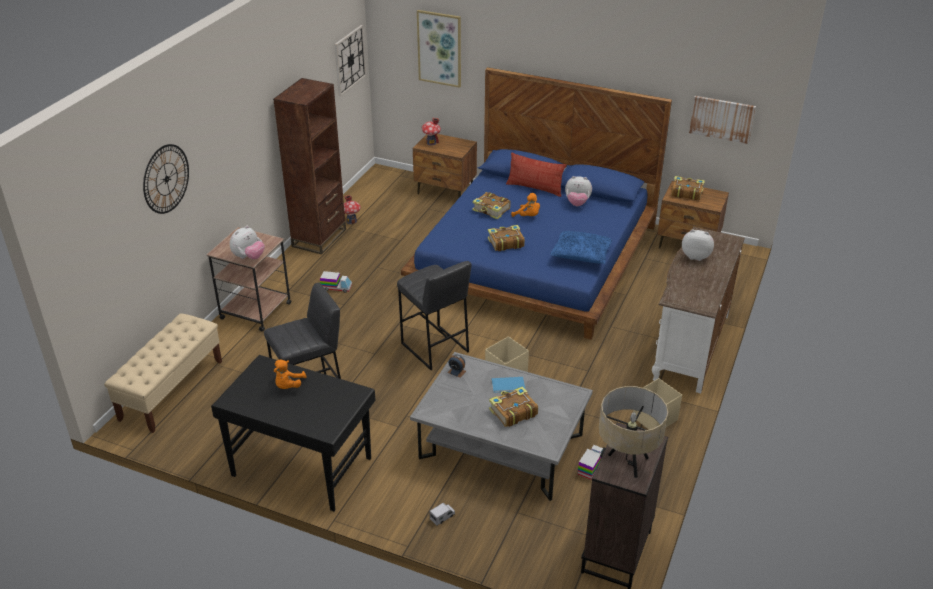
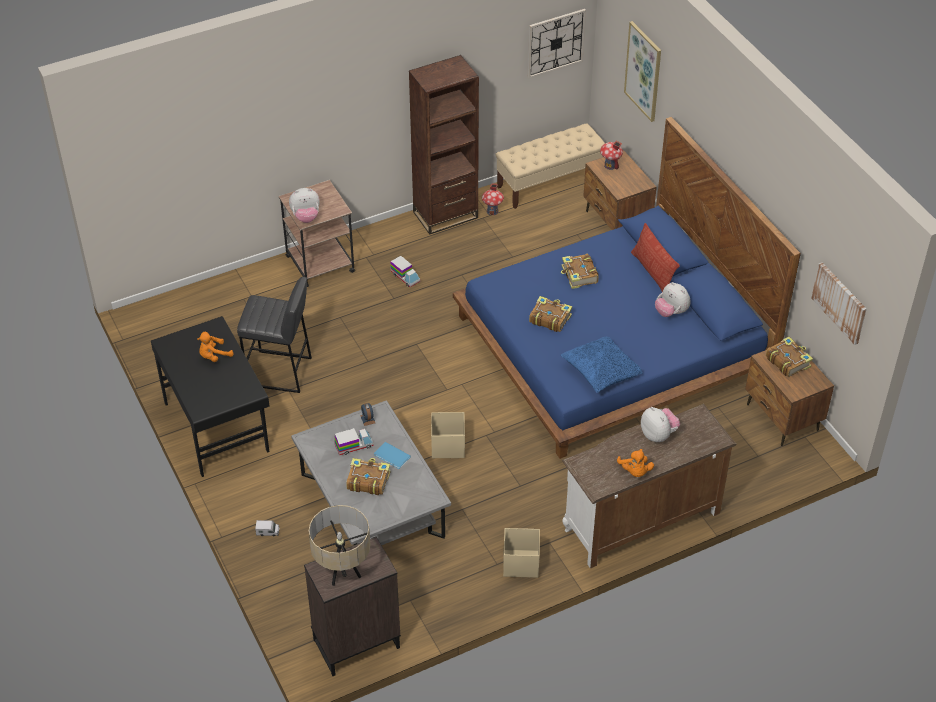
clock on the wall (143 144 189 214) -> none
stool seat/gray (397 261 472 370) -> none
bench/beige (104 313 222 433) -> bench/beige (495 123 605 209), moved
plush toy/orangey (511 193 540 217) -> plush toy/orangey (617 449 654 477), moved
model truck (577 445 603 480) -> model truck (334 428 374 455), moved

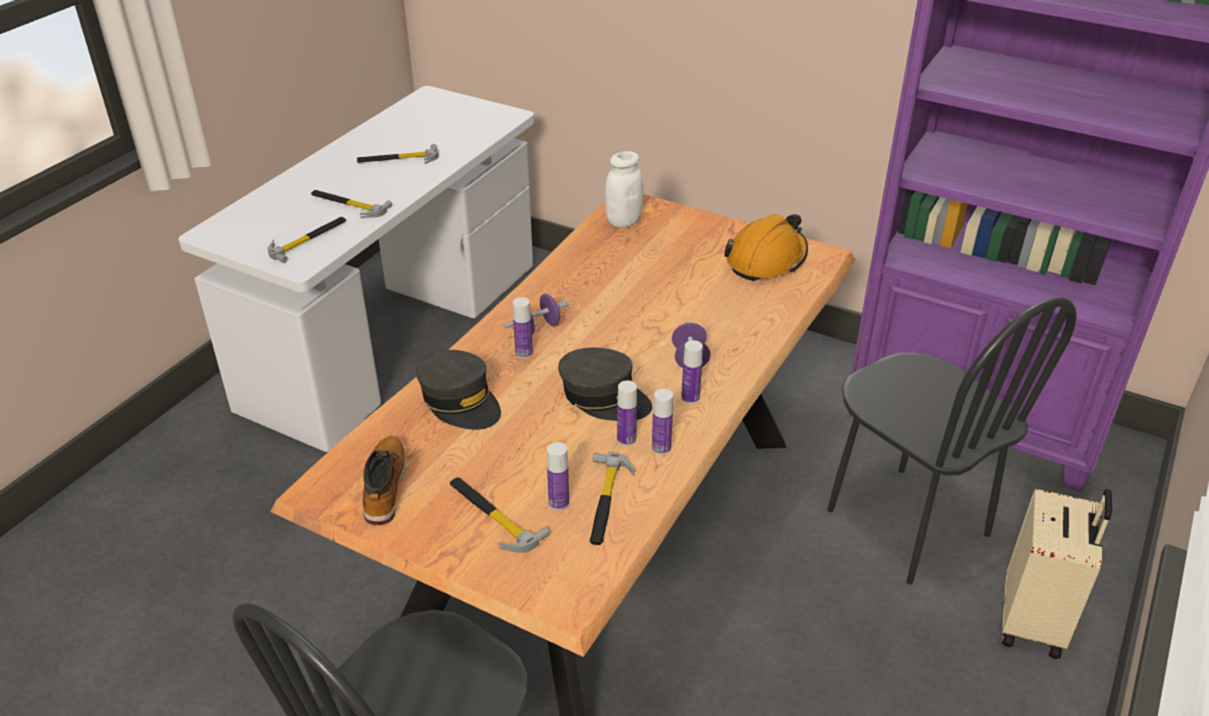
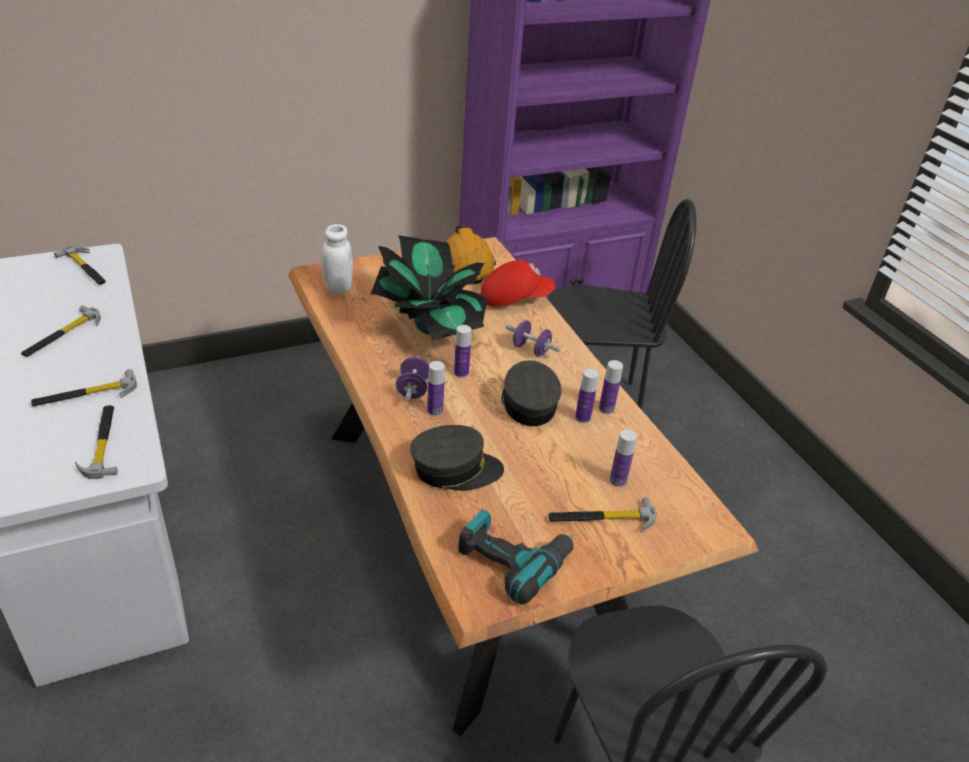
piece of luggage/beige (1002 488 1112 659) -> none
none -> potted plant (370 235 488 341)
none -> cap/red-coloured (481 260 555 307)
hand hammer (589 452 635 545) -> hand hammer (54 246 106 285), moved
beverage bottle (681 340 703 404) -> beverage bottle (454 325 472 378), moved
high-top boot (362 436 406 525) -> electric drill (458 509 574 604)
cap/gray (558 348 652 421) -> cap/gray (502 360 561 426), 75 degrees counterclockwise

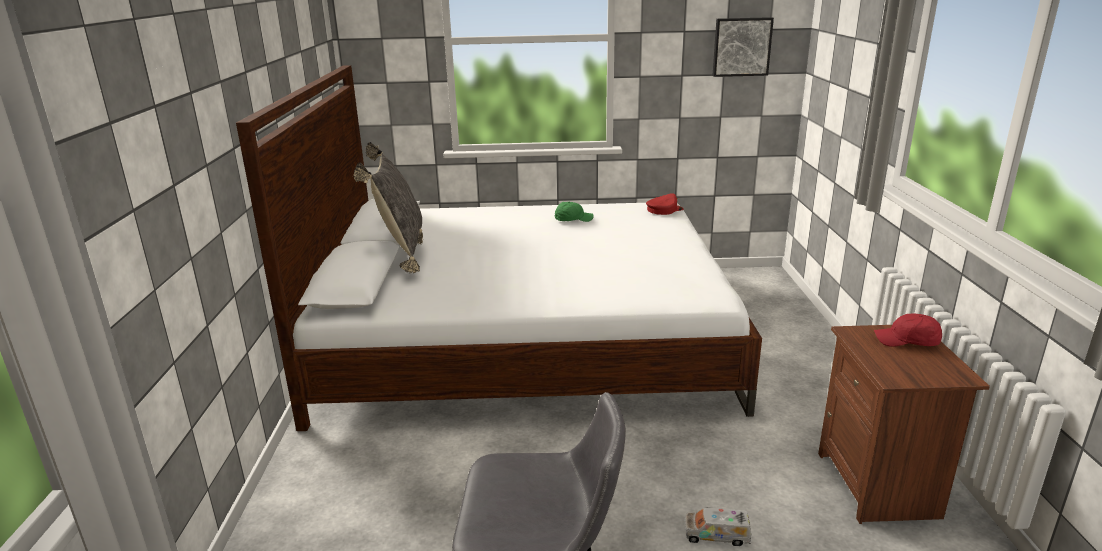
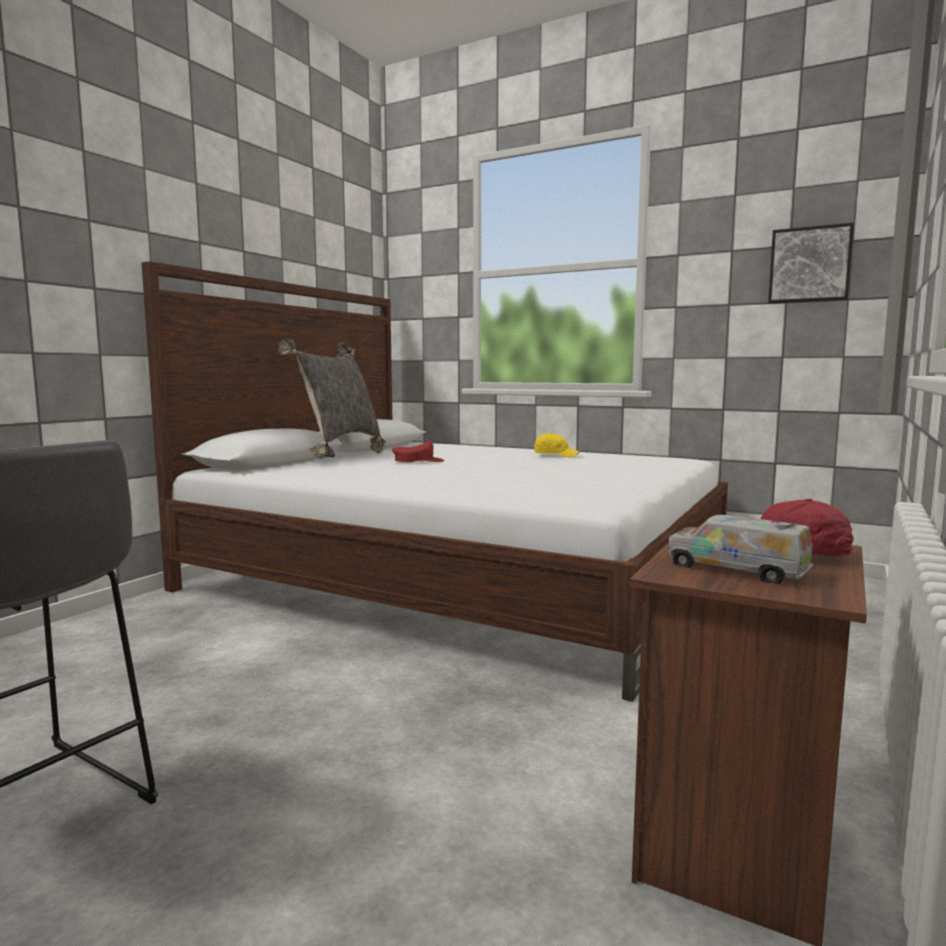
cap/red-coloured (646 193 684 215) -> cap/red-coloured (392 441 444 462), moved
model truck (684 508 751 546) -> model truck (668 515 813 584), moved
cap/greenish (554 202 594 222) -> cap/yellow-coloured (534 433 580 457)

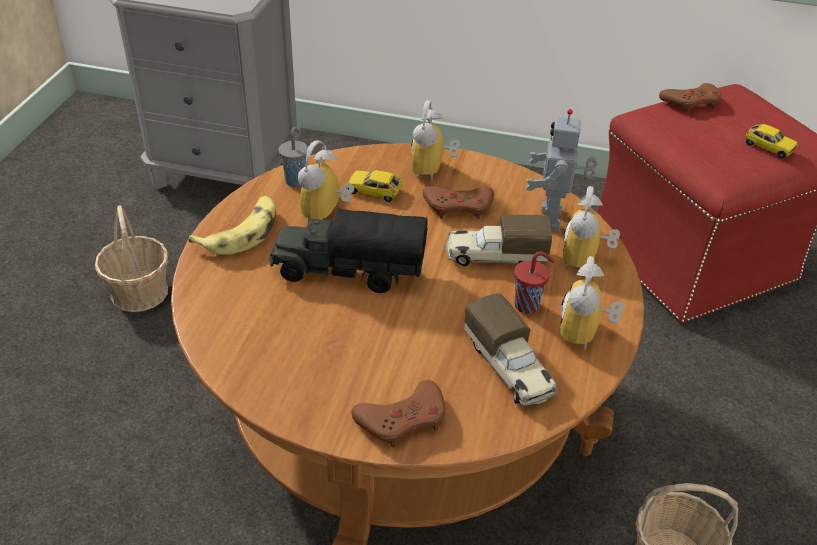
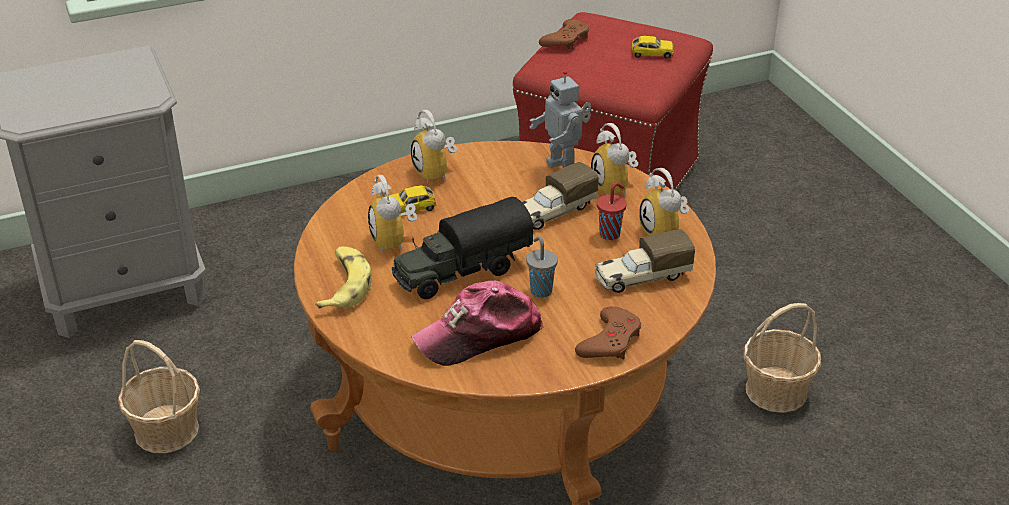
joypad/brown-coloured (423 186 494 219) -> none
none -> cap (411 281 544 366)
drinking cup/gray (278 127 308 187) -> drinking cup/gray (526 236 558 298), moved
model truck (464 293 557 406) -> model truck (595 229 695 293), 135 degrees clockwise

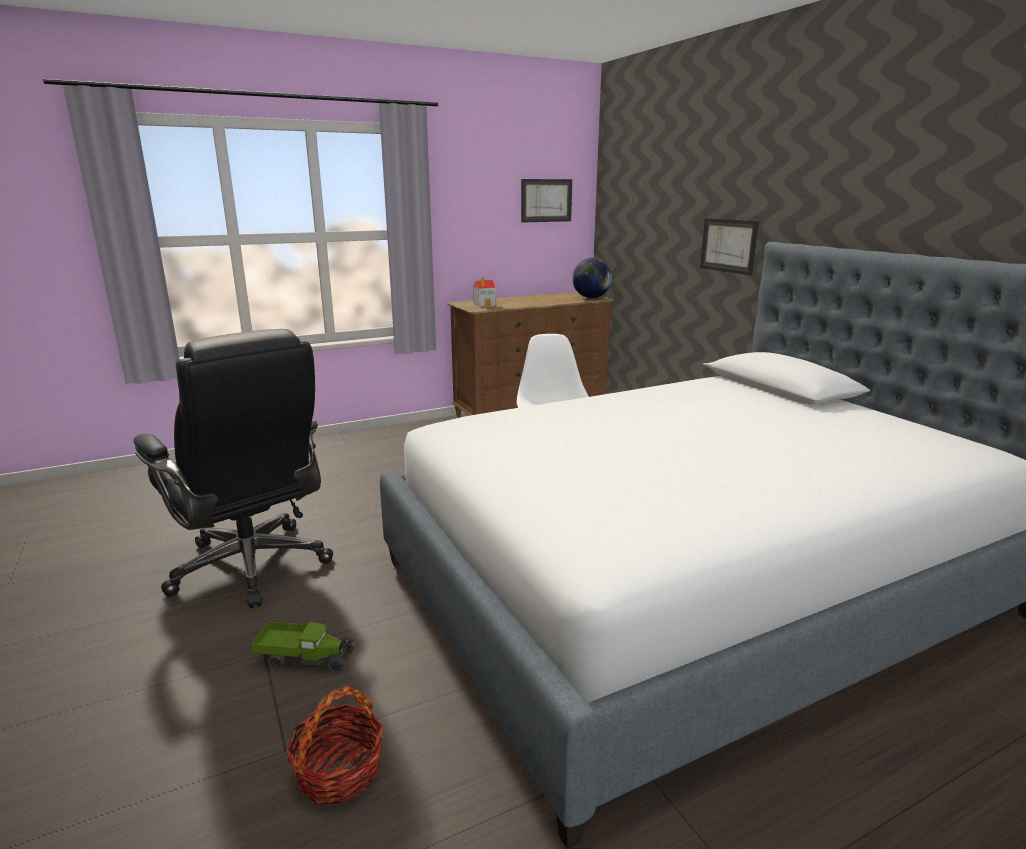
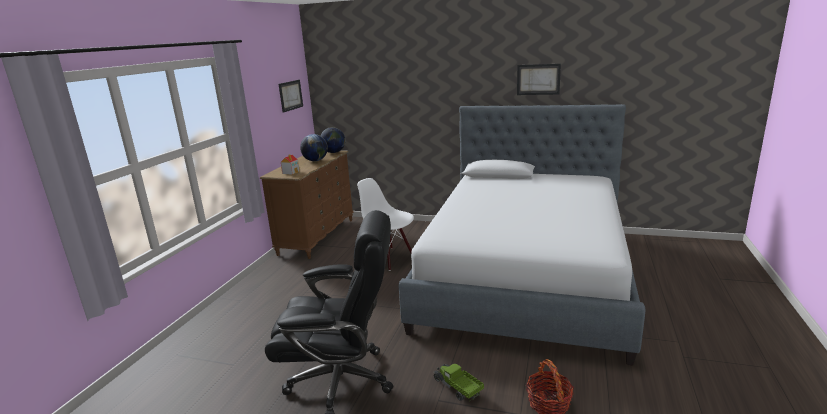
none -> desk globe (300 134 328 161)
picture (700 218 759 275) -> picture (517 64 561 95), moved
model truck (250 622 355 673) -> model truck (433 364 484 401), 90 degrees counterclockwise

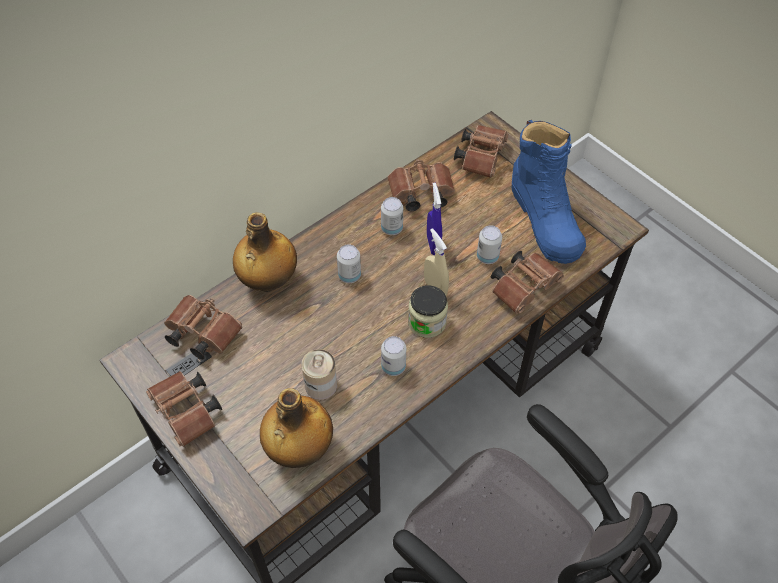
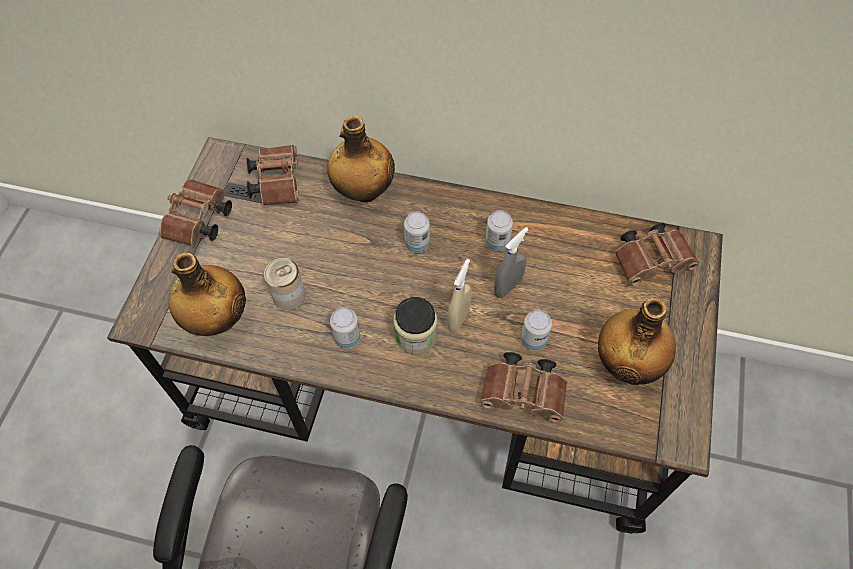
pair of binoculars/brown-coloured (387 159 455 211) -> none
high-top boot/blue-coloured (511 120 586 264) -> beverage bottle (598 298 676 385)
sprayer/blue-coloured (427 183 442 256) -> sprayer/gray (494 227 529 298)

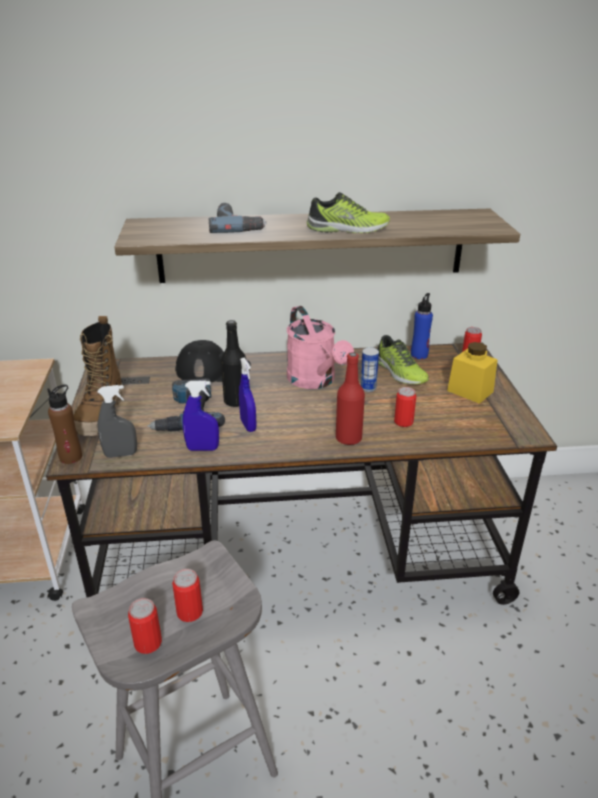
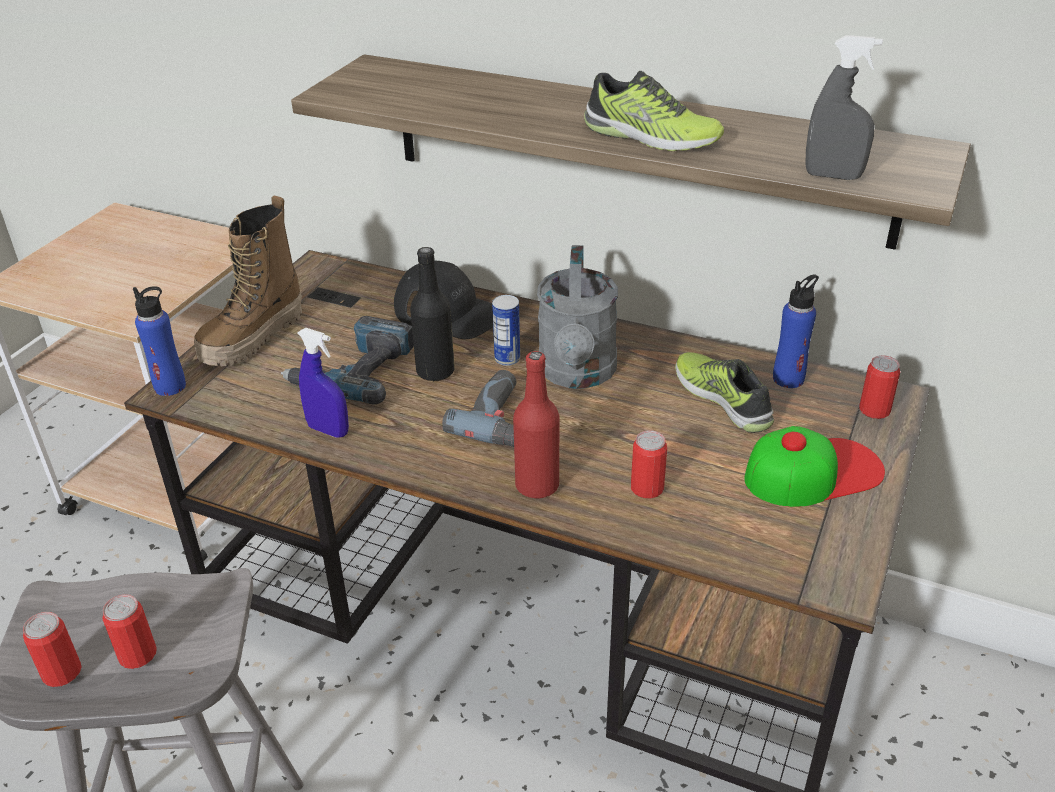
sprayer/blue-coloured (239 357 257 432) -> none
sprayer/gray (98 385 137 458) -> sprayer/gray (806 35 883 180), moved
electric drill (209 203 266 233) -> electric drill (442 370 516 447), moved
sealed can (360 347 379 392) -> sealed can (492 295 520 366), moved
jar/yellow-coloured (447 342 498 404) -> cap (744 426 885 507)
beverage bottle/brown-coloured (47 384 82 464) -> beverage bottle/blue-coloured (133 286 186 396)
sprinkling can/pink (287 306 354 389) -> sprinkling can/gray (537 245 618 389)
shoe (377 335 429 384) -> shoe (675 352 774 433), 150 degrees clockwise

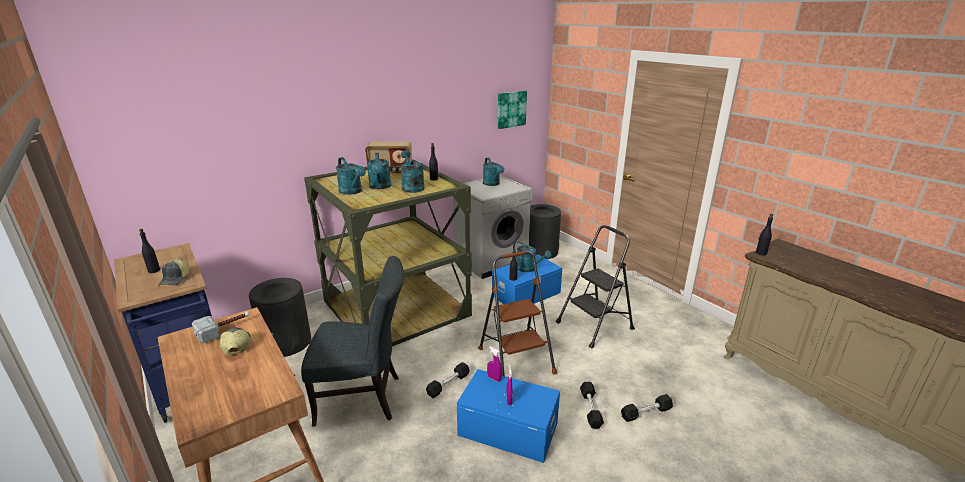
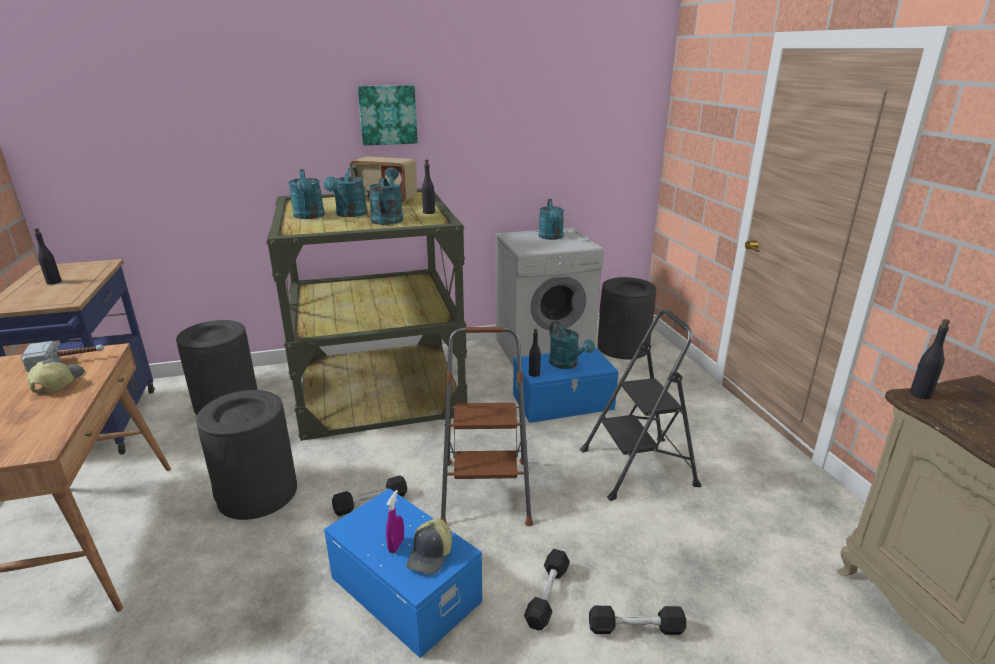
sprayer/purple (487 346 502 382) -> none
cap (158 259 190 286) -> cap (406 519 452 574), moved
picture (498 91 527 129) -> picture (357 85 418 145), moved
chair/gray (301 256 405 427) -> trash can/black-coloured (196 390 297 520)

